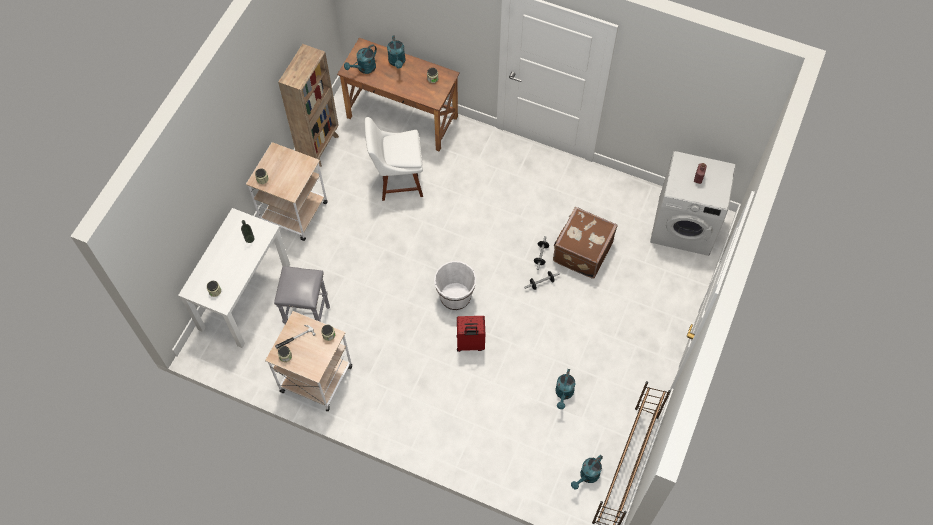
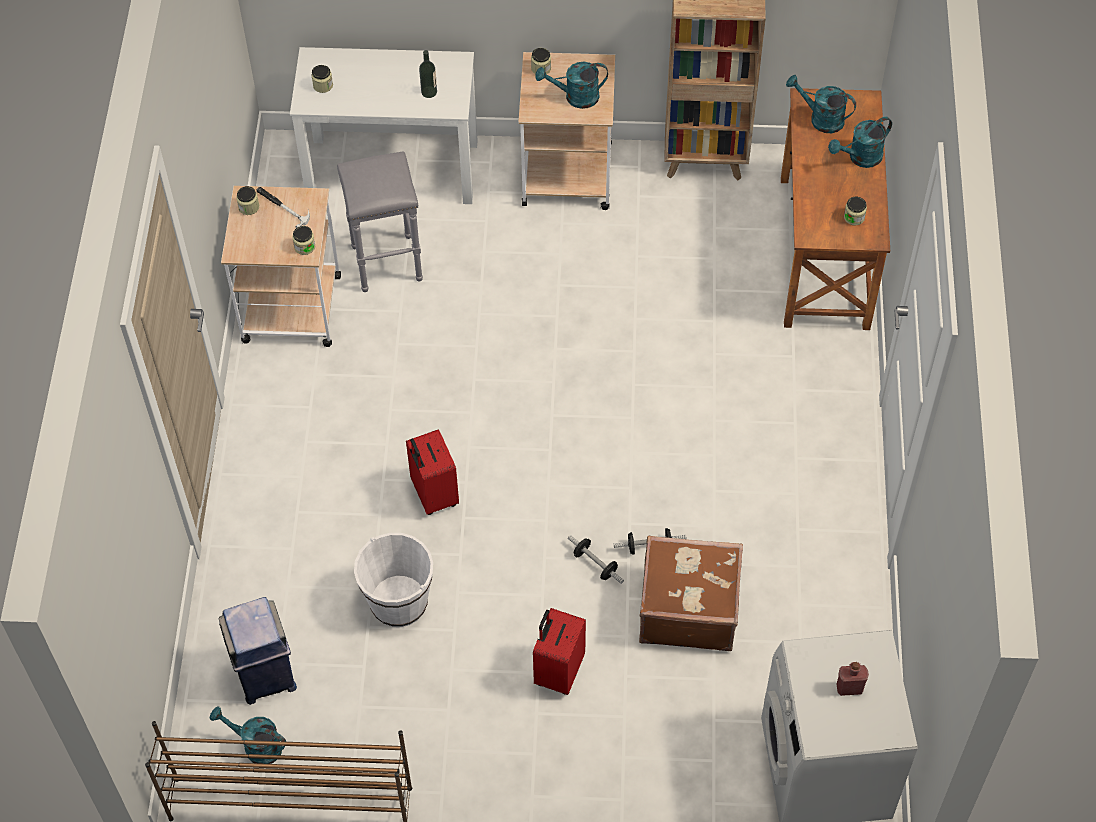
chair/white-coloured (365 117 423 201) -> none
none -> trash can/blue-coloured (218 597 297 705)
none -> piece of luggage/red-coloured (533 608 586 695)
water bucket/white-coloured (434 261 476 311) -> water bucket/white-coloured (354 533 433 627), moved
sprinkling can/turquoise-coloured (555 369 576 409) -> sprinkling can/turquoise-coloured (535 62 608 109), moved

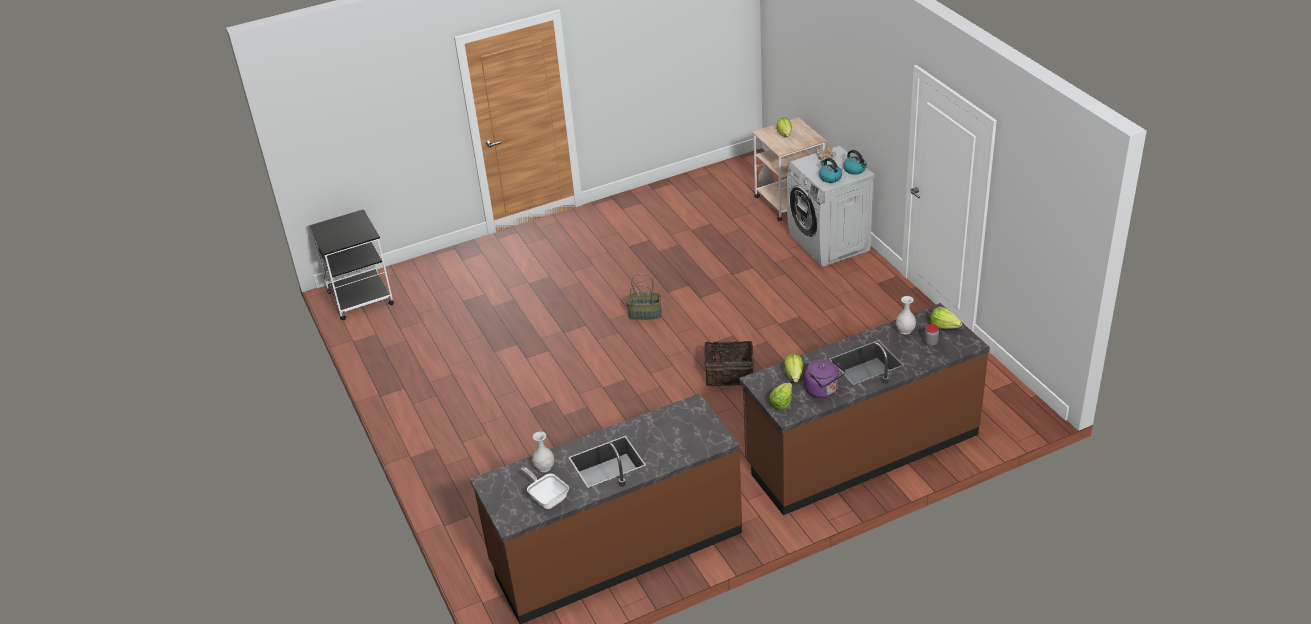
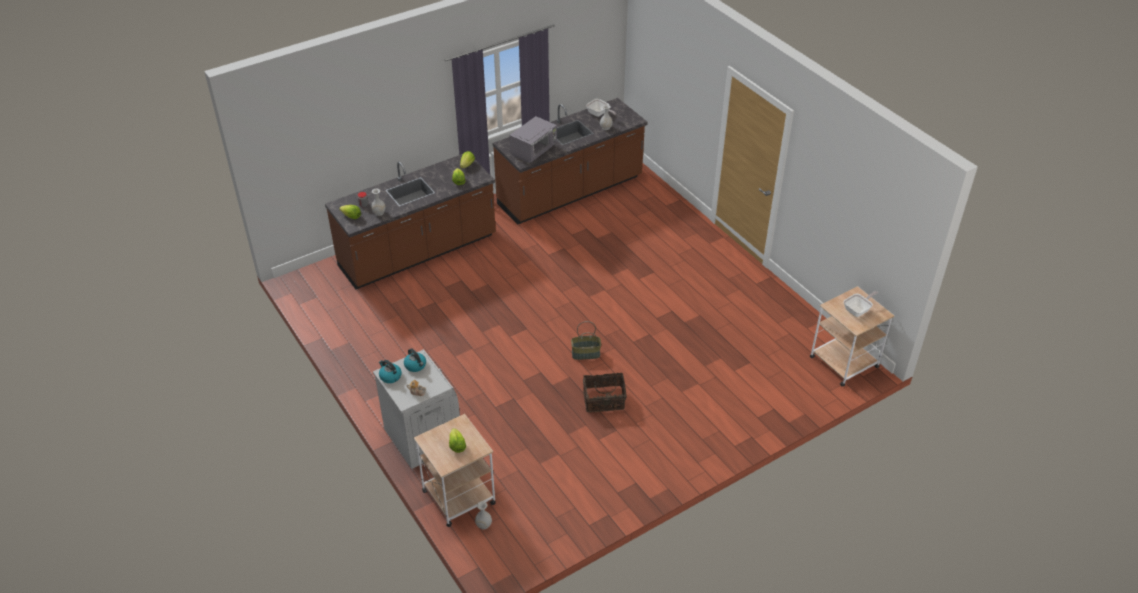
water kettle/purple (804 360 845 398) -> none
none -> microwave/gray (509 116 557 163)
none -> skillet (844 291 878 317)
basket (704 341 754 387) -> basket (583 372 627 412), moved
wheeled cart/black-coloured (309 209 394 320) -> wheeled cart/beige (810 286 894 387)

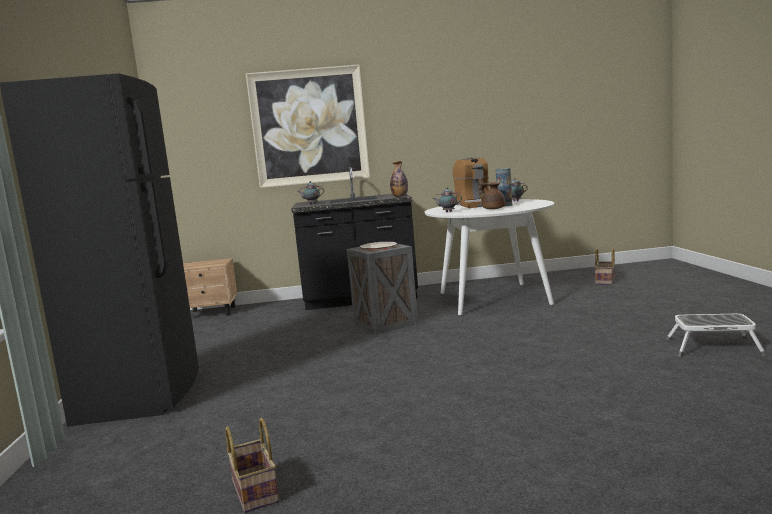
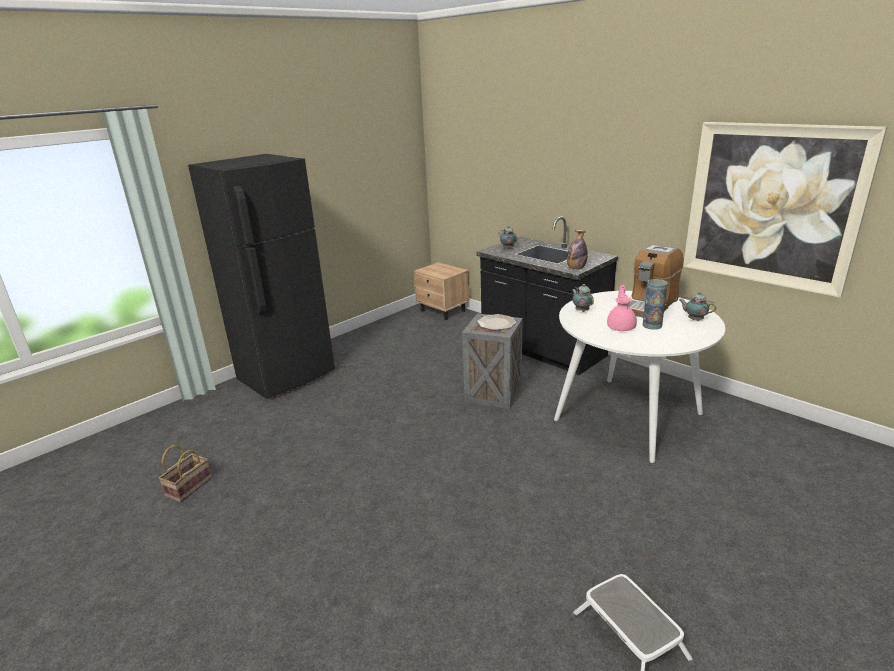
basket (595 248 615 285) -> none
picture (246 64 370 188) -> picture (683 122 887 298), moved
tea pot/brown-coloured (478 178 506 209) -> tea pot/pink (607 285 637 331)

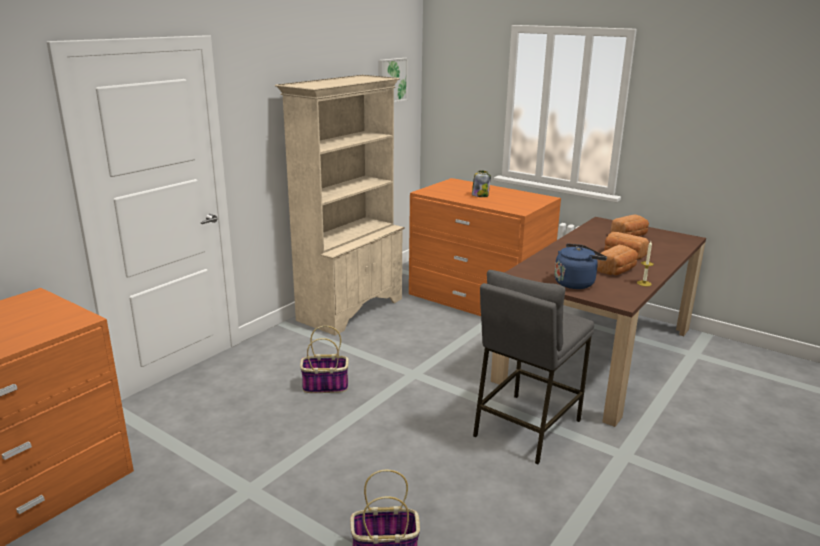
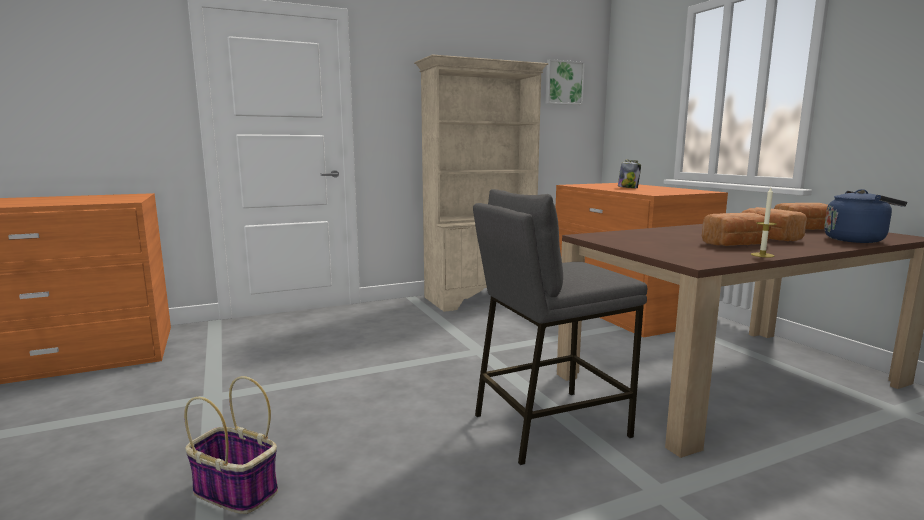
basket (300 326 349 393) -> none
water kettle/blue-coloured (554 243 607 289) -> water kettle/blue-coloured (824 189 907 243), moved

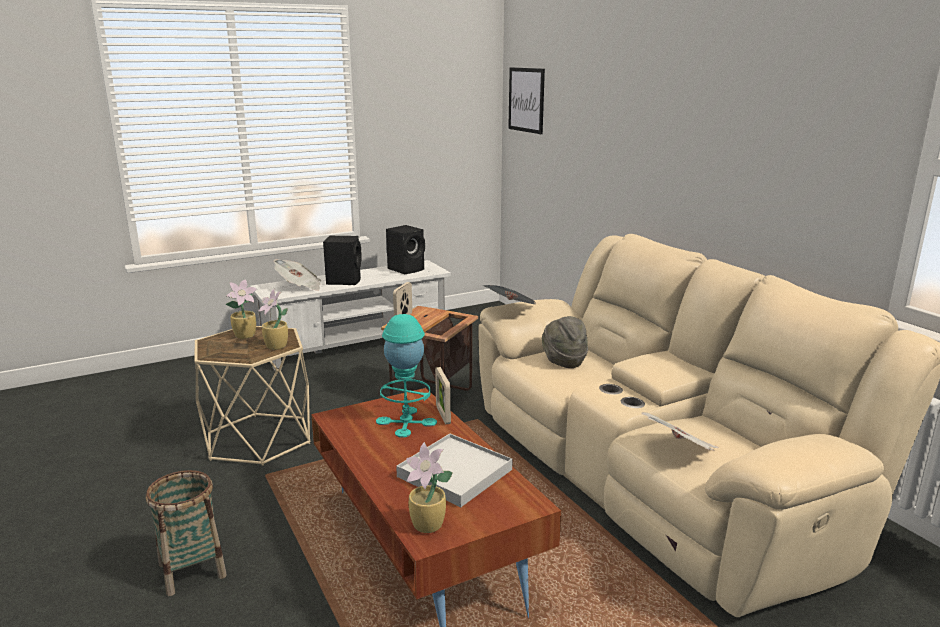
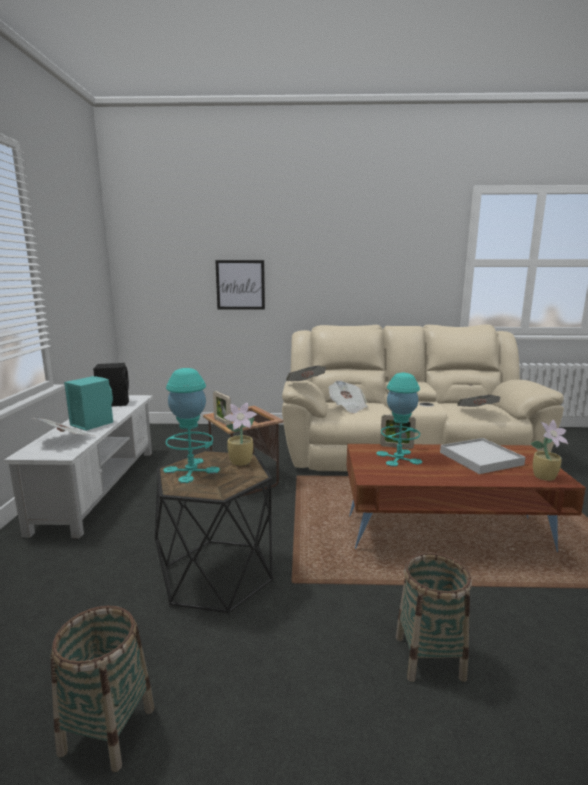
none -> basket (50 606 154 772)
picture (508 67 545 134) -> picture (215 260 265 310), moved
potted plant (226 279 257 339) -> table lamp/turquoise-coloured (163 368 220 483)
clothing hat/gray (542 316 588 368) -> printed paper (328 381 368 413)
end table/beige (194 326 311 466) -> end table/black-coloured (155 450 273 615)
loudspeaker/black-coloured (323 236 362 285) -> loudspeaker/turquoise-coloured (64 376 113 431)

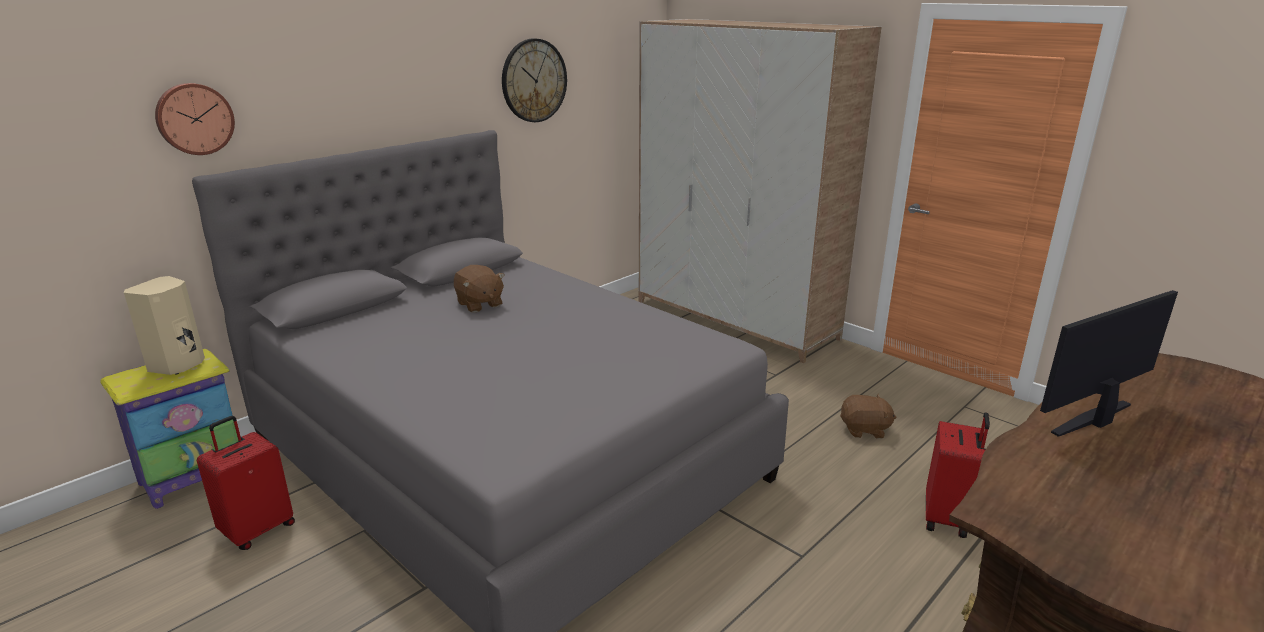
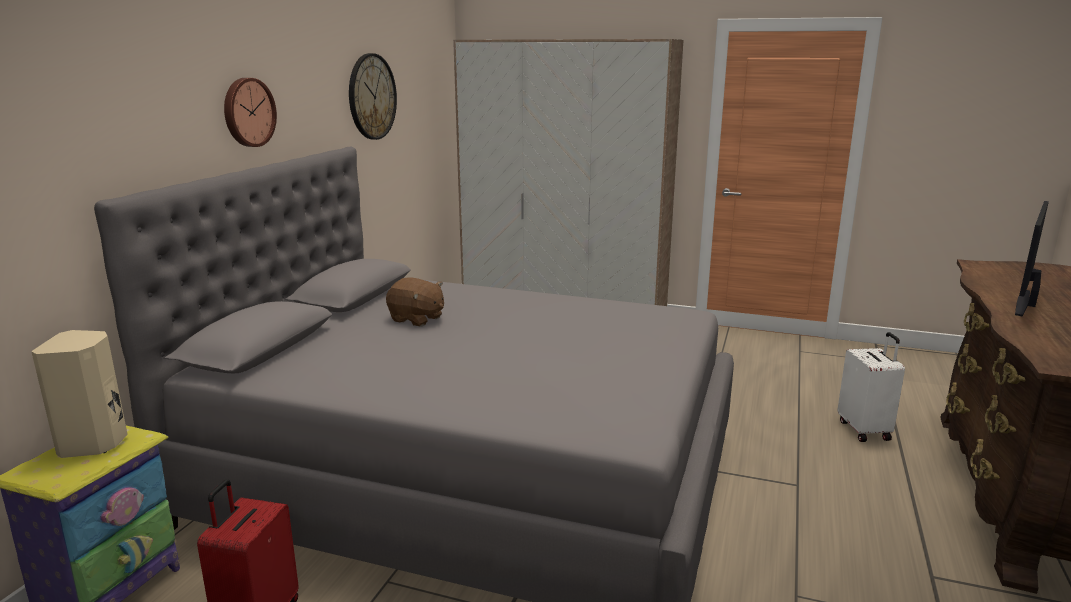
plush toy/brown-coloured (840 394 896 438) -> none
clock on the wall (155 83 235 155) -> clock on the wall (224 78 277 147), moved
piece of luggage/red-coloured (926 412 990 538) -> piece of luggage/white-coloured (838 332 905 442)

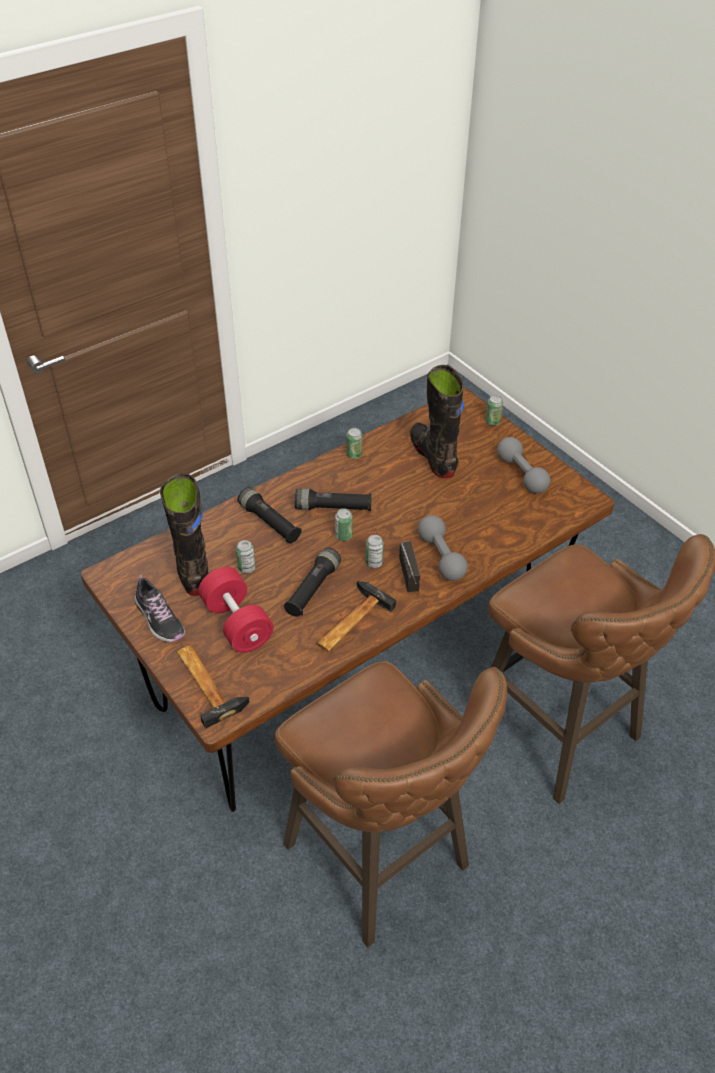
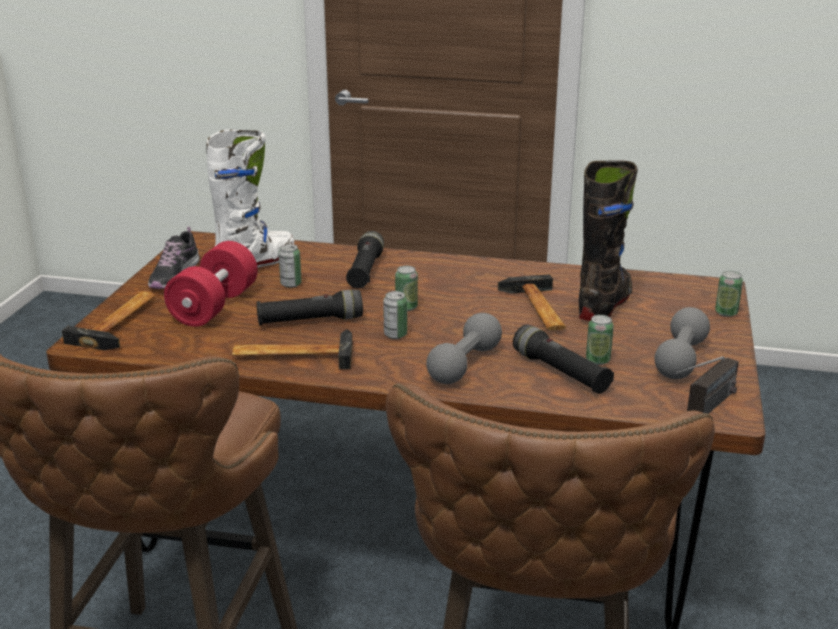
none -> hand hammer (498 274 566 331)
torch/black-coloured (295 489 372 511) -> torch/black-coloured (513 325 614 394), moved
sealed can (346 428 362 459) -> sealed can (586 315 614 365), moved
radio (399 541 420 592) -> radio (676 356 739 414), moved
high-top boot/black-coloured (160 473 209 596) -> high-top boot/white-coloured (206 130 294 268)

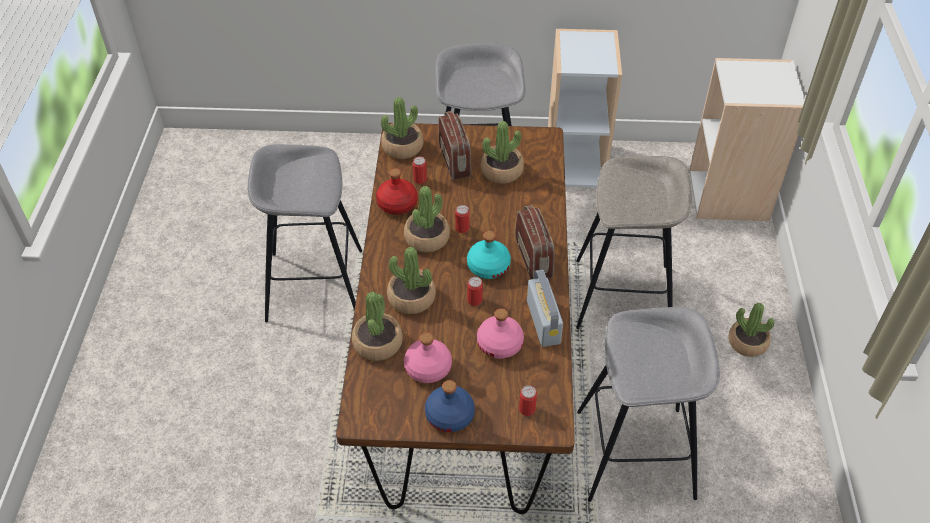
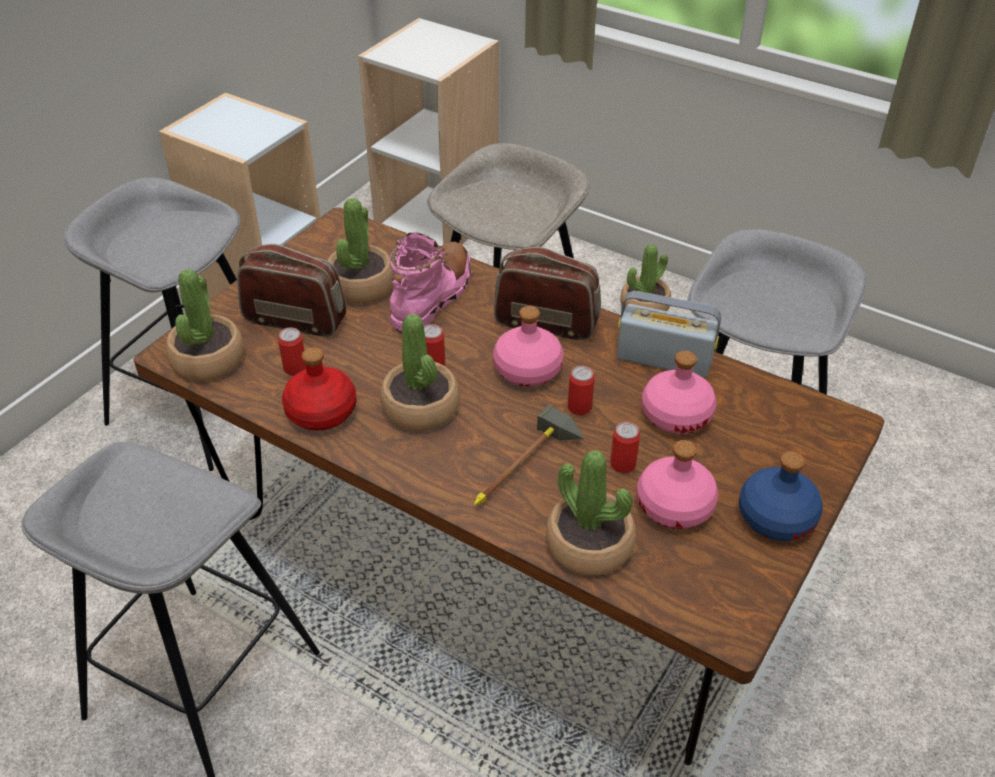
none -> high-top boot/pink (390 232 472 332)
sealed can (519 385 537 416) -> sealed can (610 422 640 473), moved
potted plant (387 247 436 314) -> hand hammer (473 404 585 506)
beverage bottle/turquoise-coloured (467 231 511 279) -> beverage bottle/pink (493 306 563 386)

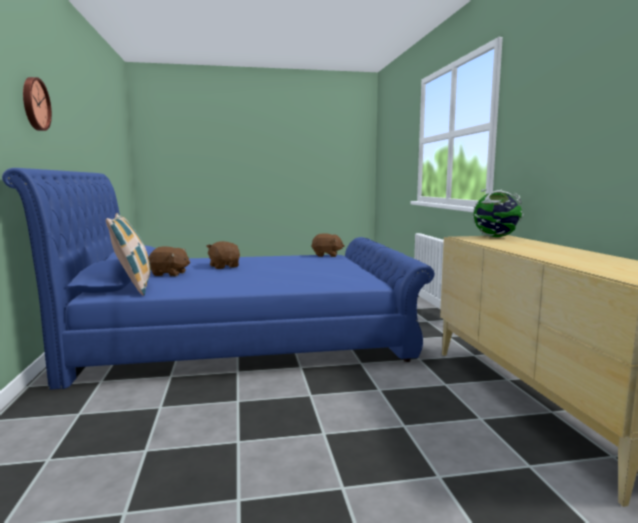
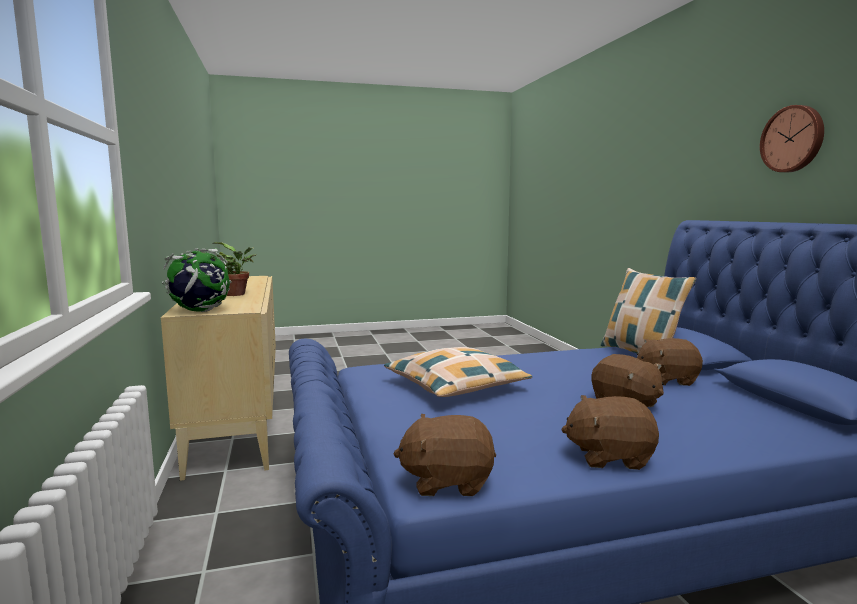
none -> potted plant (212 242 256 296)
none -> pillow (384 347 532 397)
none -> plush toy/brown-coloured (561 395 659 470)

